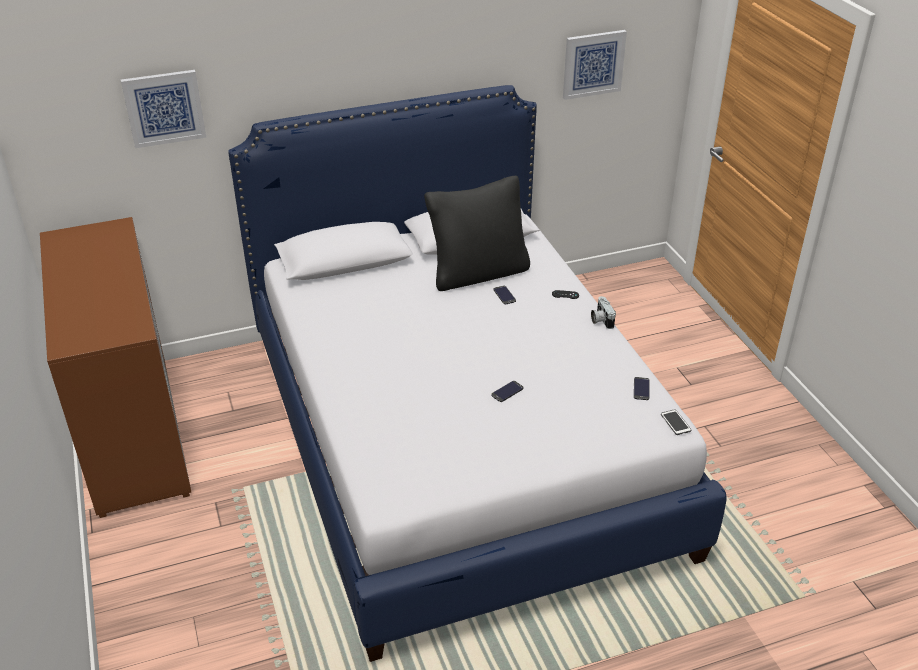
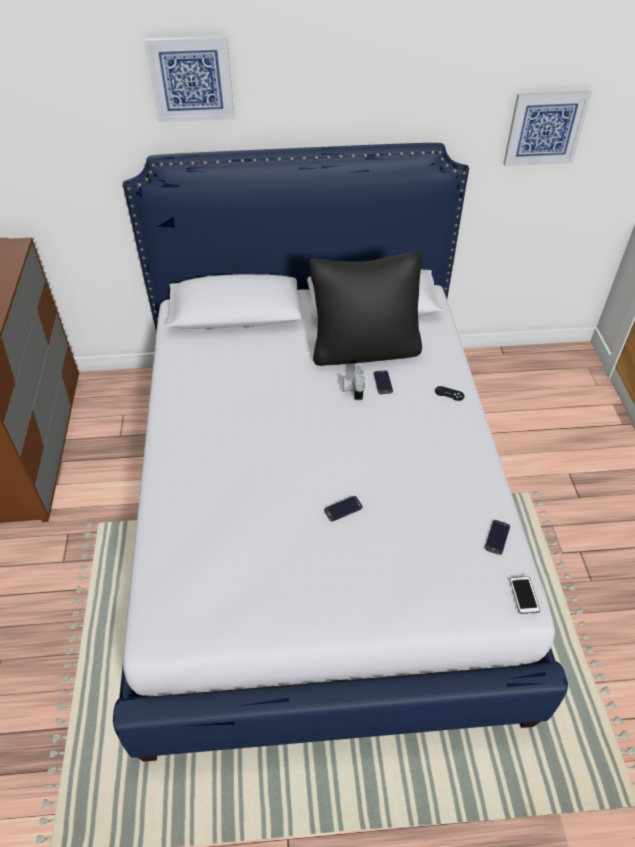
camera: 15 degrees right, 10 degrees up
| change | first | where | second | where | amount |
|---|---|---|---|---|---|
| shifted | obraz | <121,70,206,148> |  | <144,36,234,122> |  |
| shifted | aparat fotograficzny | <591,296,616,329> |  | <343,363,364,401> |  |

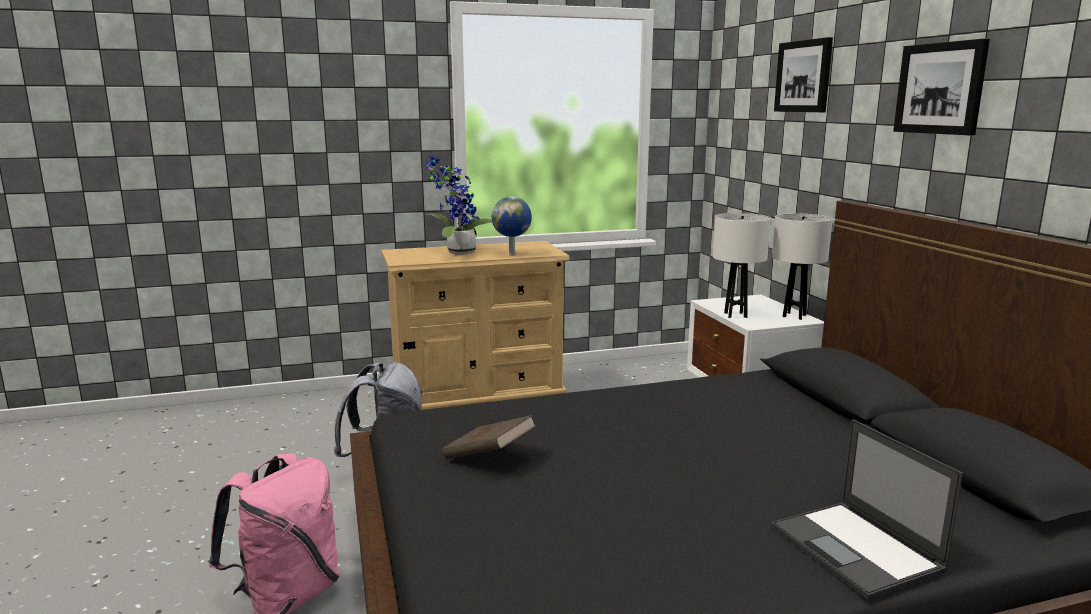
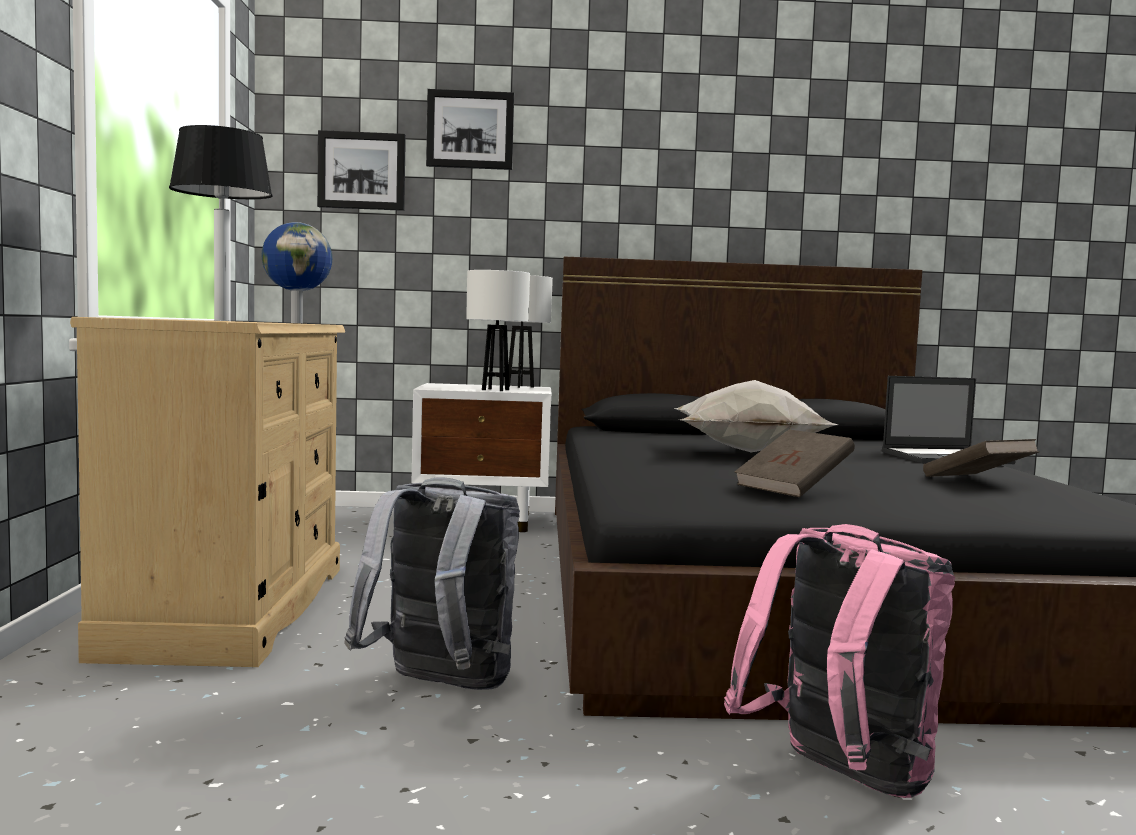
camera: 75 degrees left, 10 degrees down
| change | first | where | second | where | amount |
|---|---|---|---|---|---|
| shifted | obraz | <893,38,990,135> |  | <317,130,406,211> |  |
| swapped | roślina doniczkowa | <425,156,492,255> | lampa stołowa | <169,125,273,321> |  |
| new |  |  | poduszka/biały | <673,380,838,452> |  |
| new |  |  | książka/brązowy | <923,439,1040,477> |  |

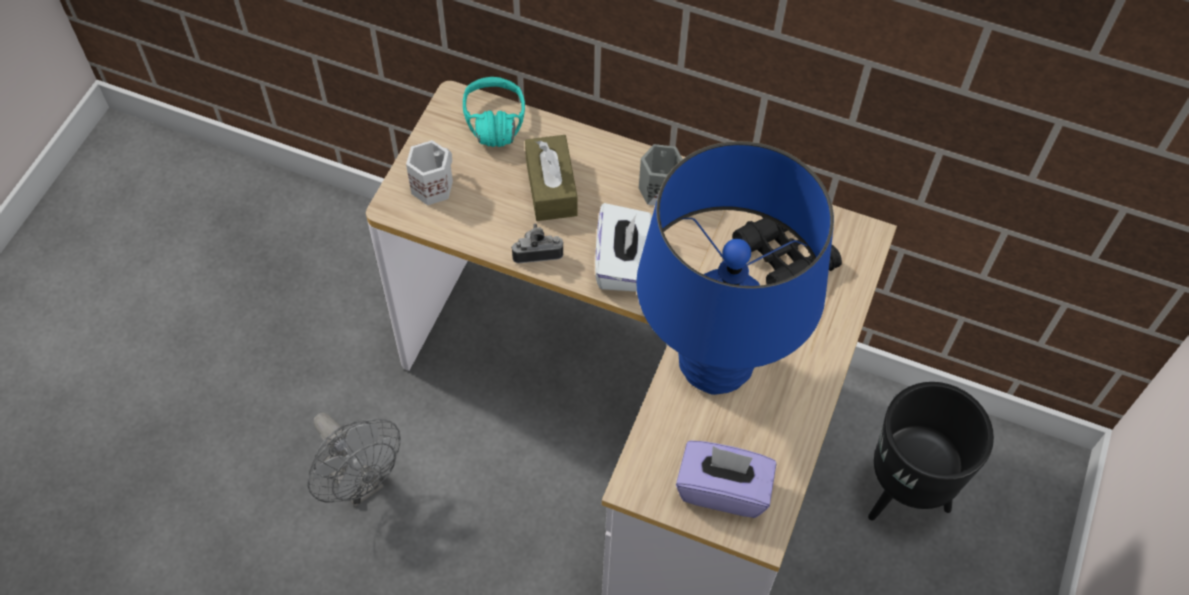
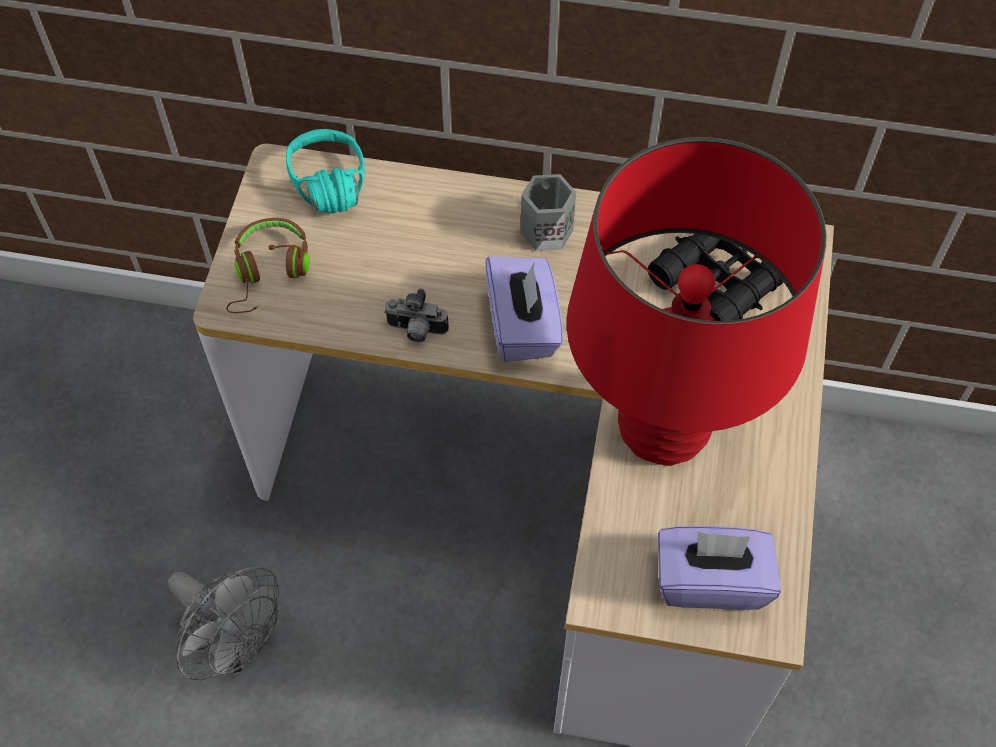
camera: 10 degrees left, 0 degrees up
| change | first | where | second | where | amount |
|---|---|---|---|---|---|
| gone | pudełko chusteczek/brązowy | <525,135,577,221> |  |  |  |
| swapped | kubek/biały | <406,140,453,205> | słuchawki/brązowy | <226,218,309,313> |  |
| repainted | lampa stołowa/niebieski | <636,141,834,395> | lampa stołowa/czerwony | <567,137,827,466> |  |
| repainted | pudełko chusteczek/biały | <595,203,652,292> | pudełko chusteczek/fioletowy | <485,256,563,362> |  |
| rotated | aparat fotograficzny | <511,224,563,263> |  | <384,289,449,342> | 150 degrees counterclockwise |
| gone | donica/czarny | <868,382,994,520> |  |  |  |

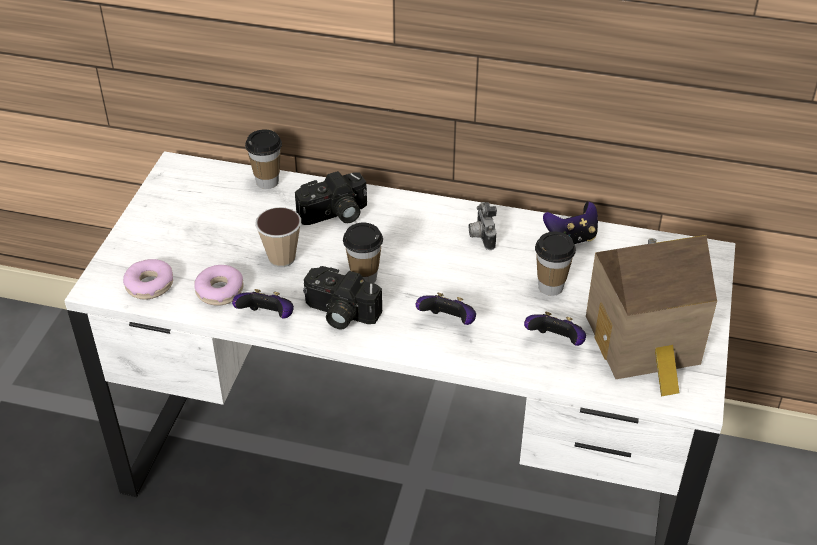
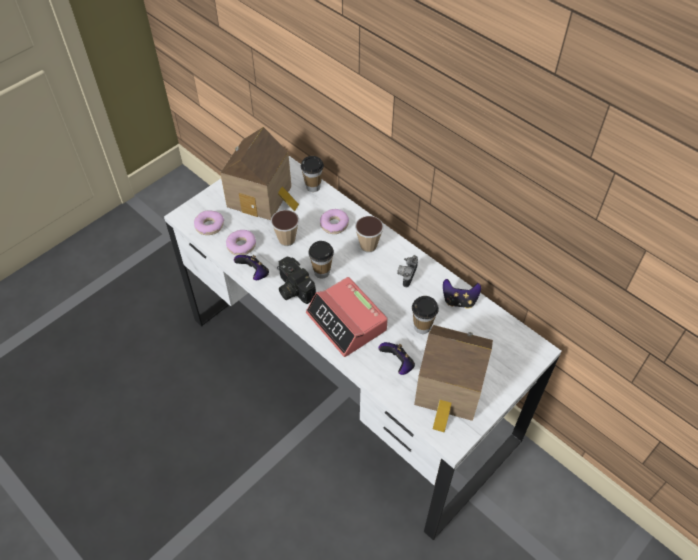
camera: 30 degrees right, 10 degrees up
| change | first | where | second | where | amount |
|---|---|---|---|---|---|
| swapped | aparat fotograficzny | <295,171,367,225> | donut | <320,209,349,234> |  |
| swapped | pad do gier | <416,293,476,325> | budzik | <306,277,388,357> |  |
| new |  |  | domek | <220,127,299,220> |  |
| new |  |  | filiżanka | <355,216,384,253> |  |

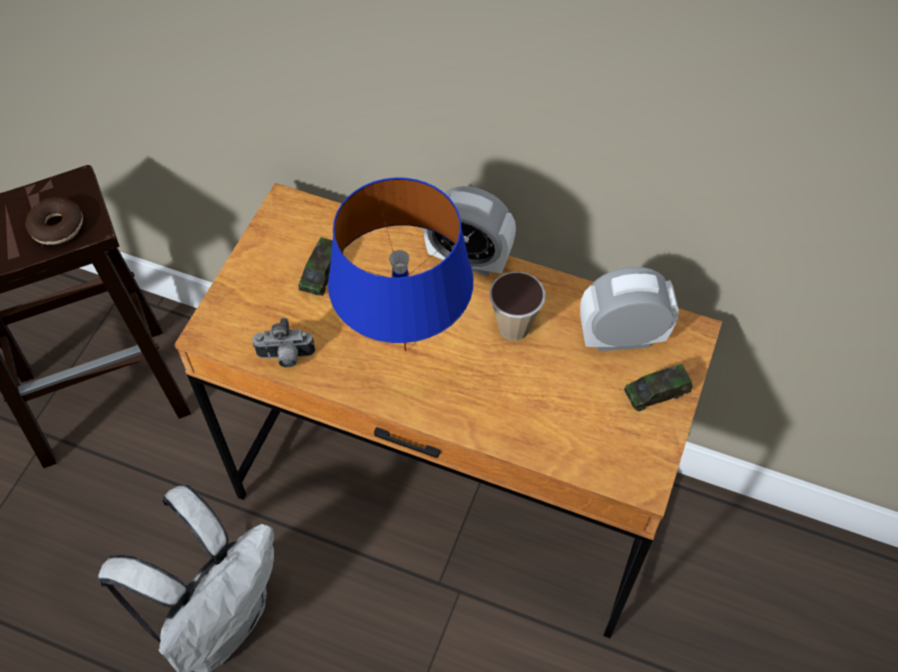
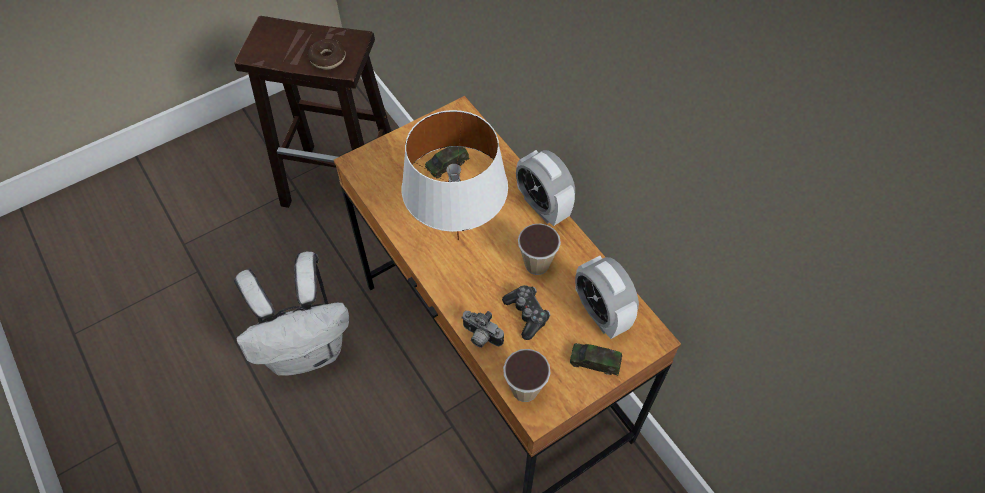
camera: 35 degrees right, 0 degrees up
| change | first | where | second | where | amount |
|---|---|---|---|---|---|
| repainted | lampa stołowa/niebieski | <328,177,473,352> | lampa stołowa/biały | <402,110,508,240> |  |
| rotated | budzik | <580,267,679,351> |  | <575,256,639,339> | 150 degrees counterclockwise |
| shifted | aparat fotograficzny | <253,318,315,368> |  | <461,311,504,348> |  |
| new |  |  | pad do gier | <502,285,550,340> |  |
| new |  |  | filiżanka | <503,349,551,402> |  |

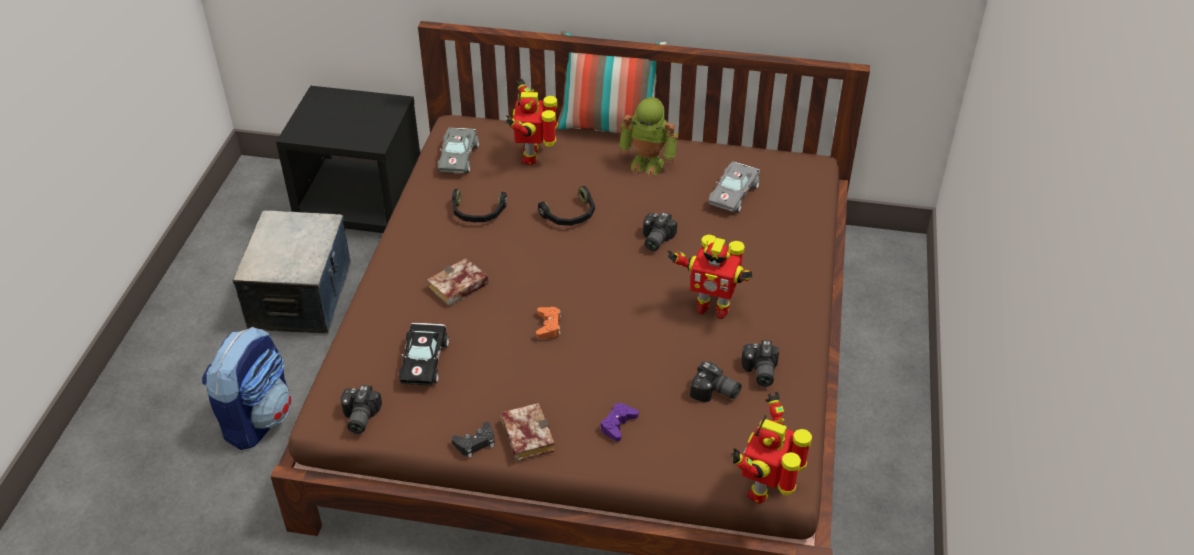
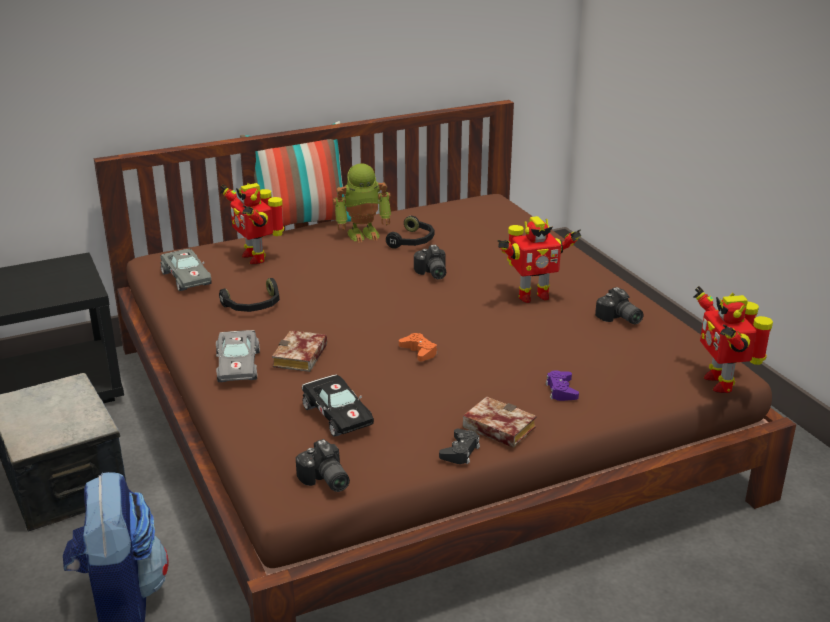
camera: 35 degrees left, 15 degrees down
| change | first | where | second | where | amount |
|---|---|---|---|---|---|
| shifted | samochodzik/szary | <709,161,760,213> |  | <216,330,260,382> |  |
| shifted | słuchawki/czarny | <538,186,595,226> |  | <386,216,434,249> |  |
| gone | aparat fotograficzny | <690,362,742,402> |  |  |  |

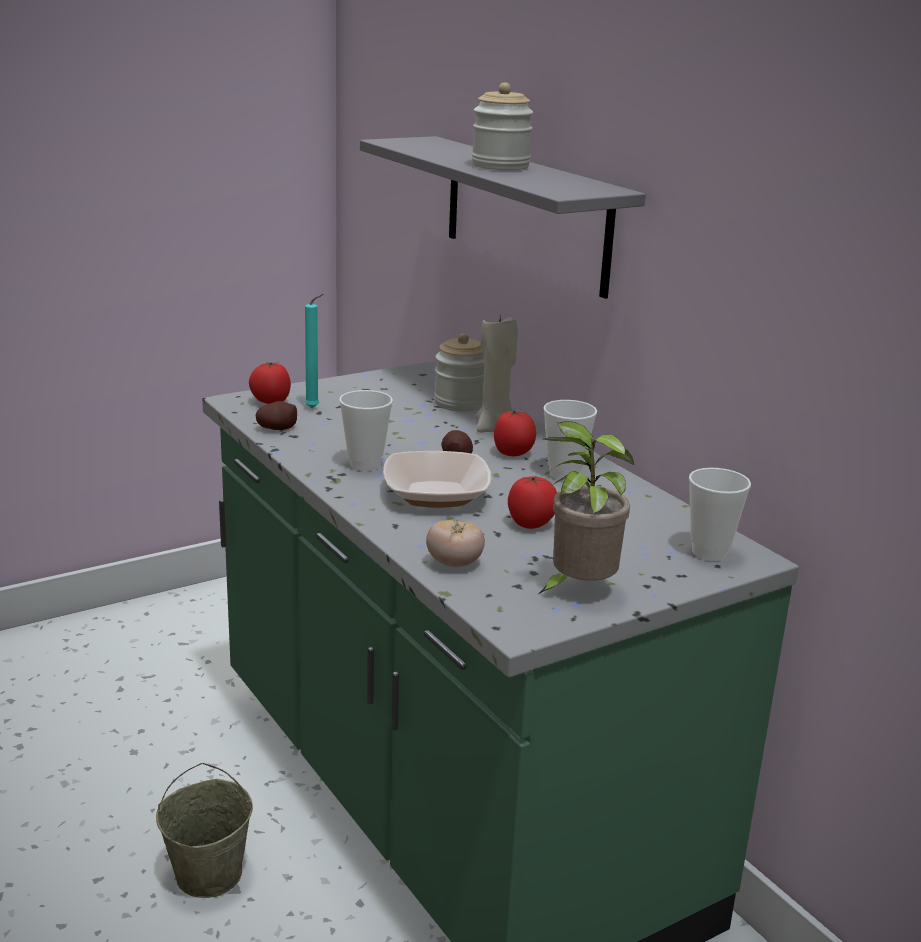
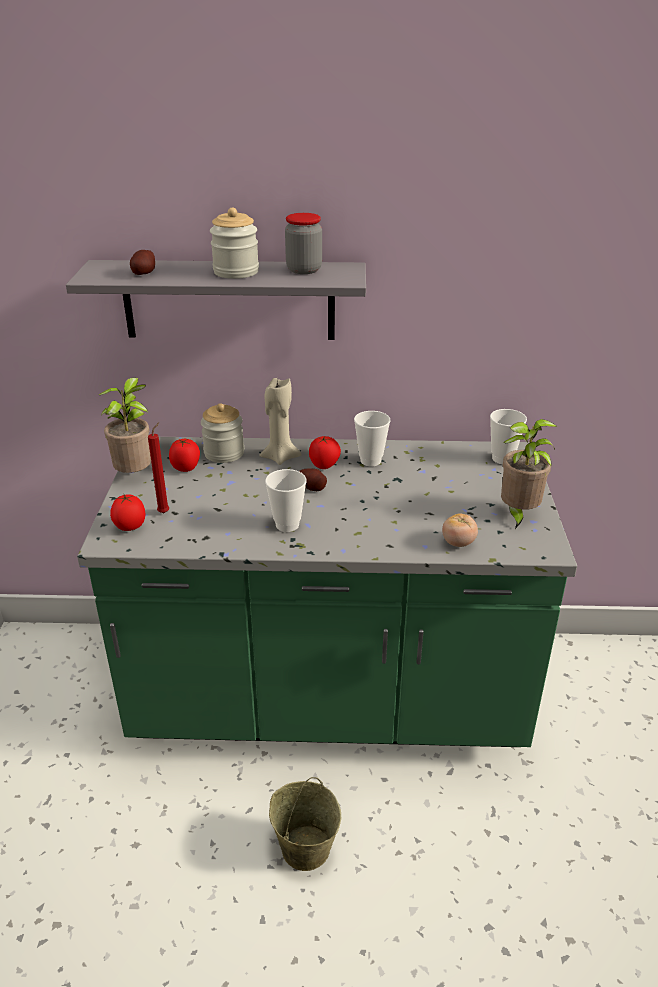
camera: 55 degrees left, 10 degrees up
| change | first | where | second | where | amount |
|---|---|---|---|---|---|
| repainted | świeca/turkusowy | <305,294,324,408> | świeca/czerwony | <148,422,169,513> |  |
| shifted | ziemniak | <256,401,297,430> |  | <130,250,155,275> |  |
| gone | miska | <383,451,491,508> |  |  |  |
| shifted | pomidor | <508,475,557,529> |  | <169,439,200,472> |  |
| new |  |  | słoik | <285,213,322,274> |  |
| new |  |  | roślina doniczkowa | <99,377,151,473> |  |

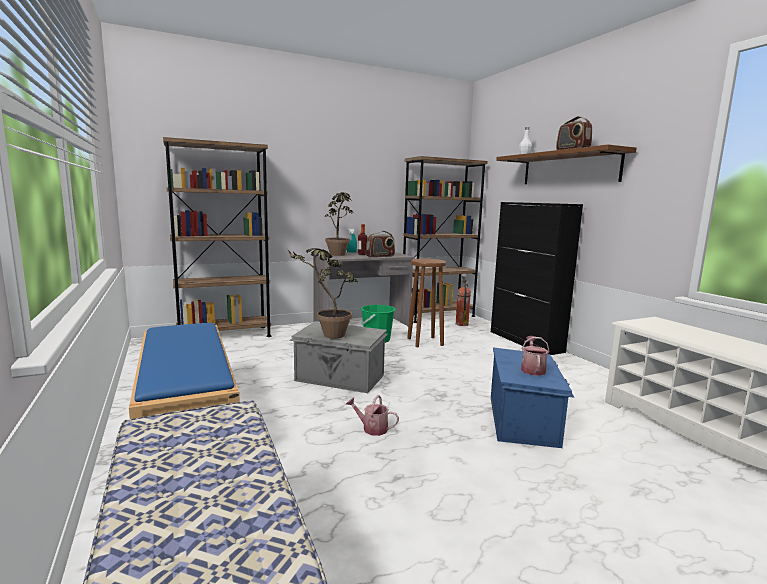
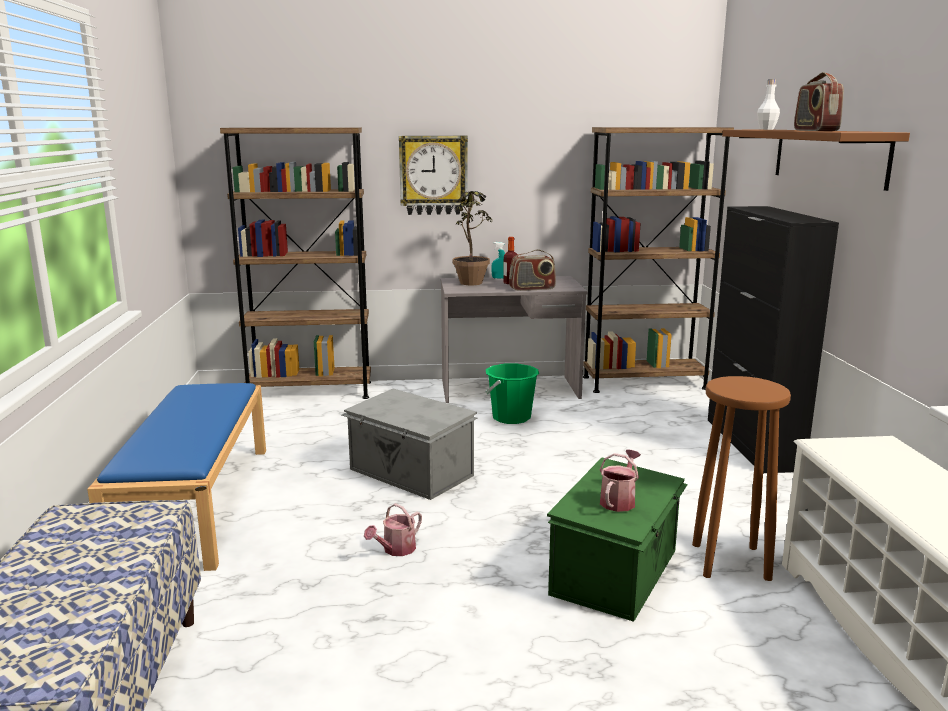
camera: 20 degrees right, 5 degrees up
| change | first | where | second | where | amount |
|---|---|---|---|---|---|
| gone | roślina doniczkowa | <286,248,358,339> |  |  |  |
| shifted | stołek/brązowy | <407,258,446,347> |  | <692,376,791,581> |  |
| gone | gaśnica | <456,276,471,326> |  |  |  |
| repainted | pojemnik do przechowywania/niebieski | <491,347,574,448> | pojemnik do przechowywania/zielony | <547,458,688,622> |  |
| rotated | konewka | <346,395,399,436> |  | <364,503,422,556> | 90 degrees counterclockwise |
| new |  |  | zegar ścienny | <399,136,468,215> |  |

